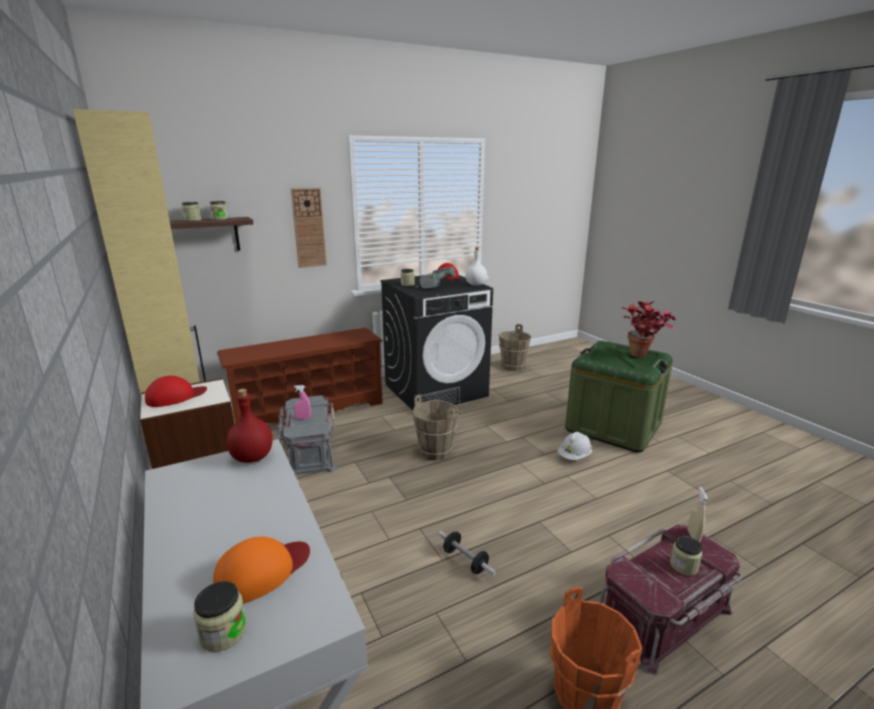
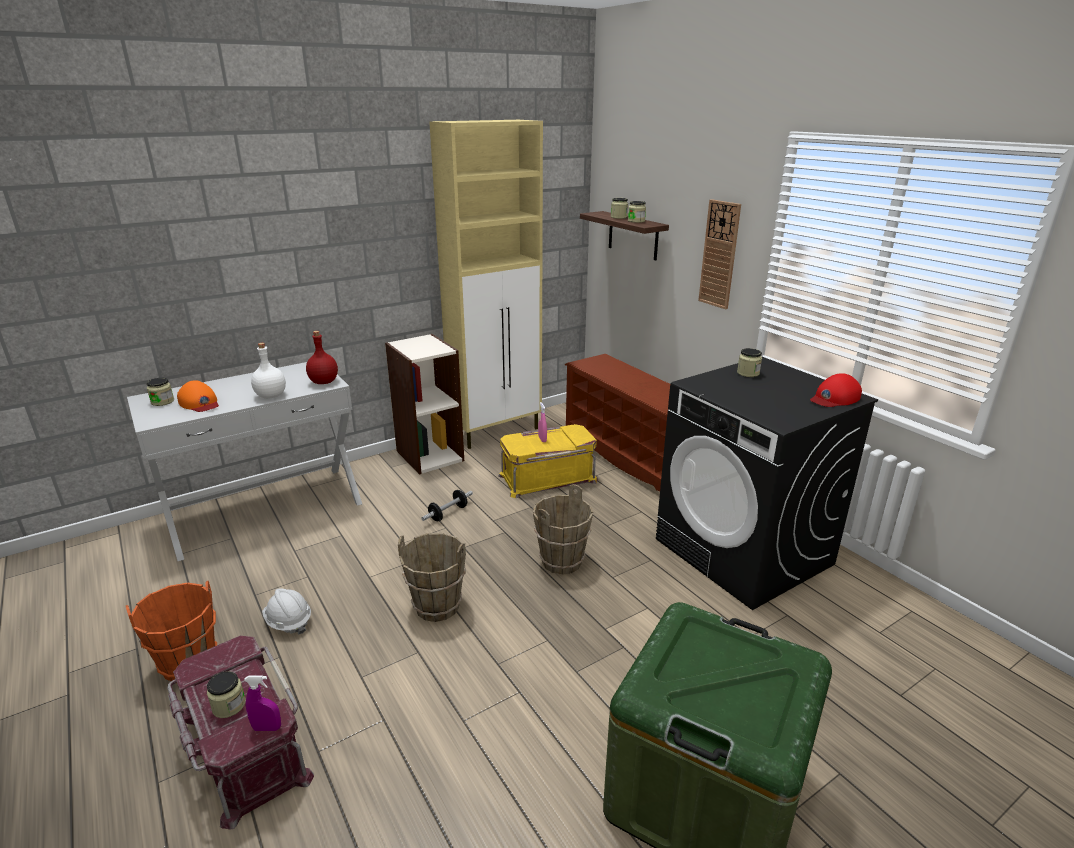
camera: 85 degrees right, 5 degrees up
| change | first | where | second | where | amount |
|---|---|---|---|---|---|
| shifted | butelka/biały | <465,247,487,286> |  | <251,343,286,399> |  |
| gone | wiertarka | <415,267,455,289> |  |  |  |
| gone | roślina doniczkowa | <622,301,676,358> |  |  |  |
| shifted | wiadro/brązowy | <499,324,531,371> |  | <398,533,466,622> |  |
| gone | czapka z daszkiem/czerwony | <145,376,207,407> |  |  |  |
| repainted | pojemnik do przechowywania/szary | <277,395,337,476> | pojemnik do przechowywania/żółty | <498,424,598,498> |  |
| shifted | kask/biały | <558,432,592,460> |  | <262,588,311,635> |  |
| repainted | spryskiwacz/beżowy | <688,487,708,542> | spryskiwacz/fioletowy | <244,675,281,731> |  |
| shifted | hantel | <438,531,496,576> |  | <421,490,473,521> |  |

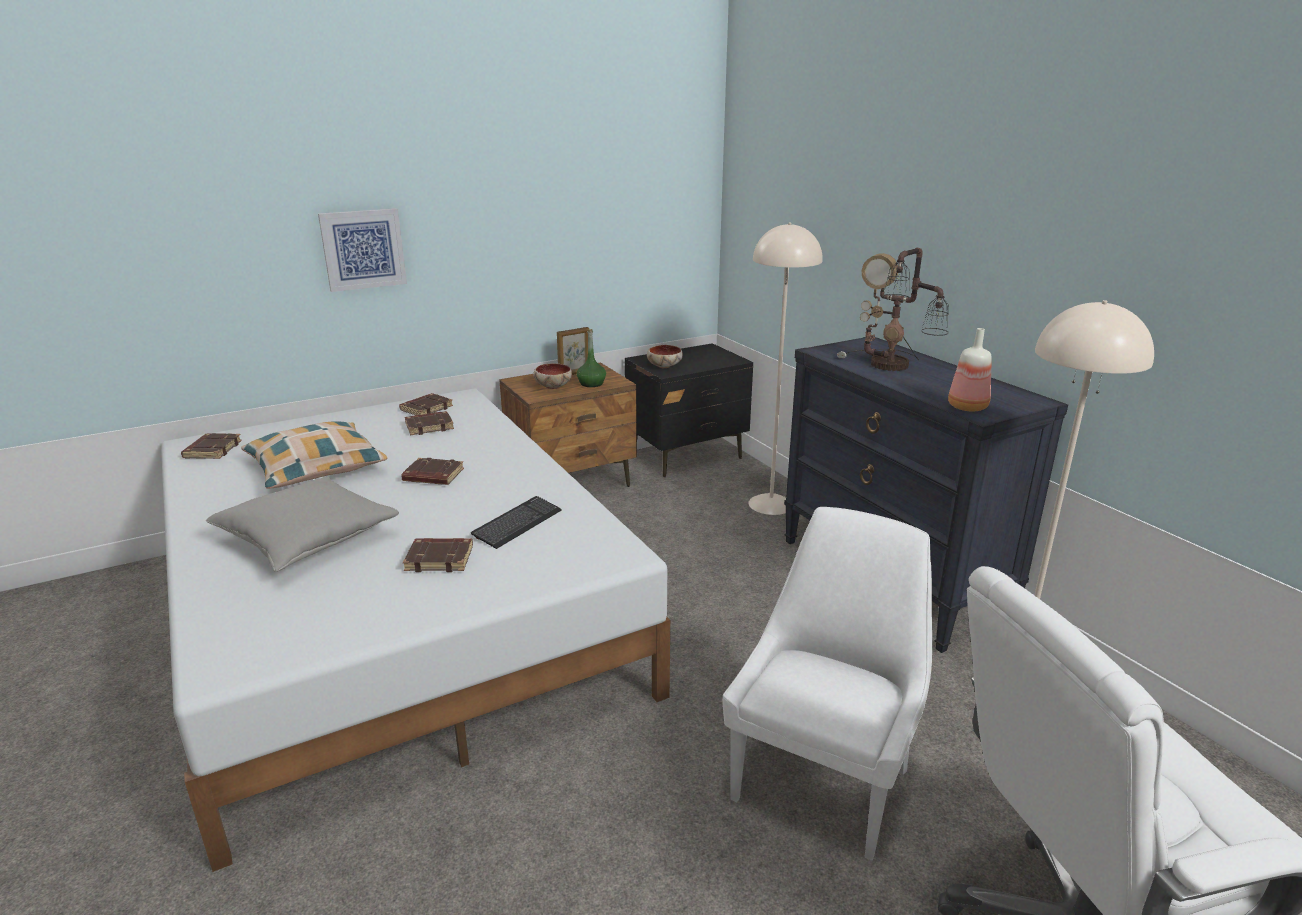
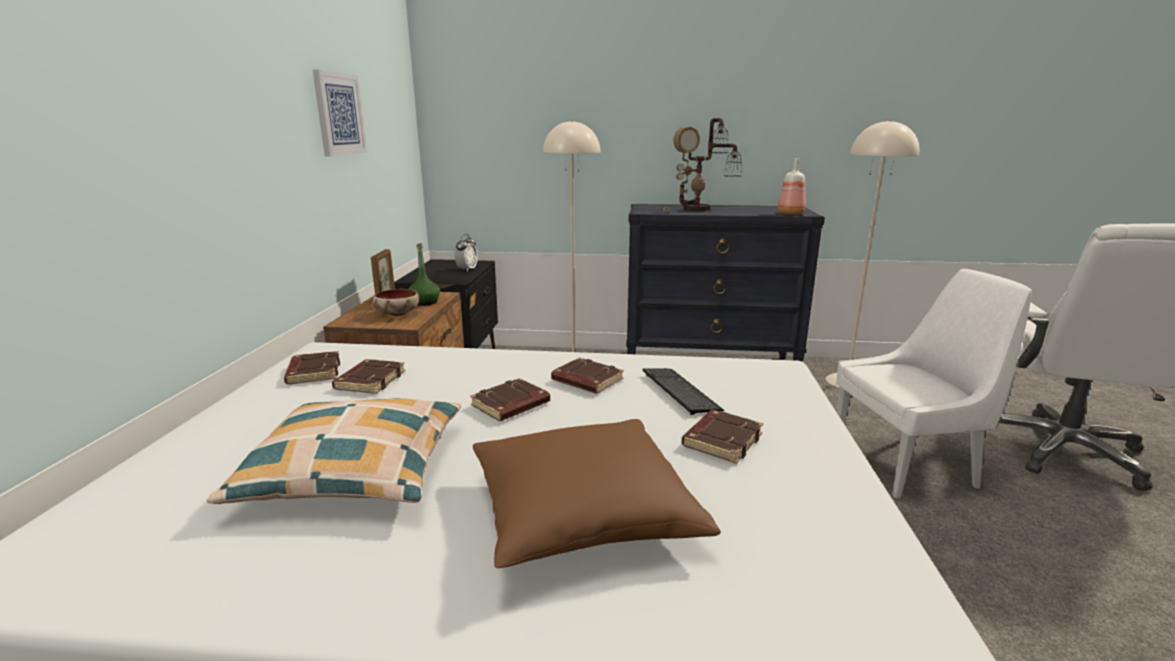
camera: 55 degrees left, 5 degrees down
| change | first | where | second | where | amount |
|---|---|---|---|---|---|
| shifted | obraz | <318,208,407,292> |  | <312,69,367,157> |  |
| gone | miska | <647,345,683,368> |  |  |  |
| shifted | książka/brązowy | <181,433,242,459> |  | <551,358,624,394> |  |
| repainted | poduszka/szary | <206,477,399,572> | poduszka/brązowy | <473,419,721,568> |  |
| rotated | krzesło/biały | <723,507,932,861> |  | <837,269,1032,498> | 105 degrees clockwise |
| new |  |  | budzik | <454,234,478,272> |  |

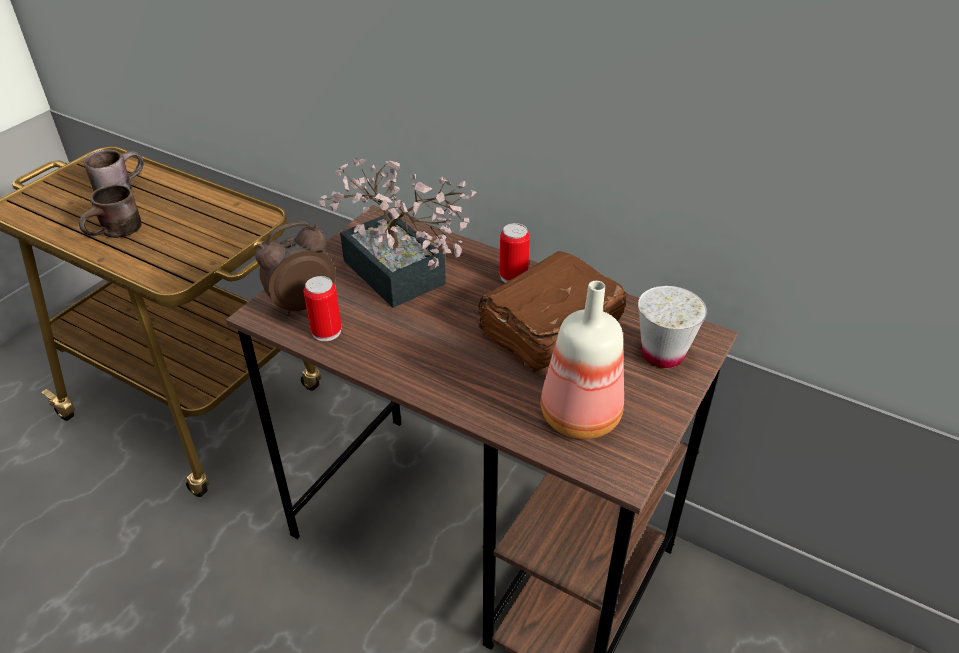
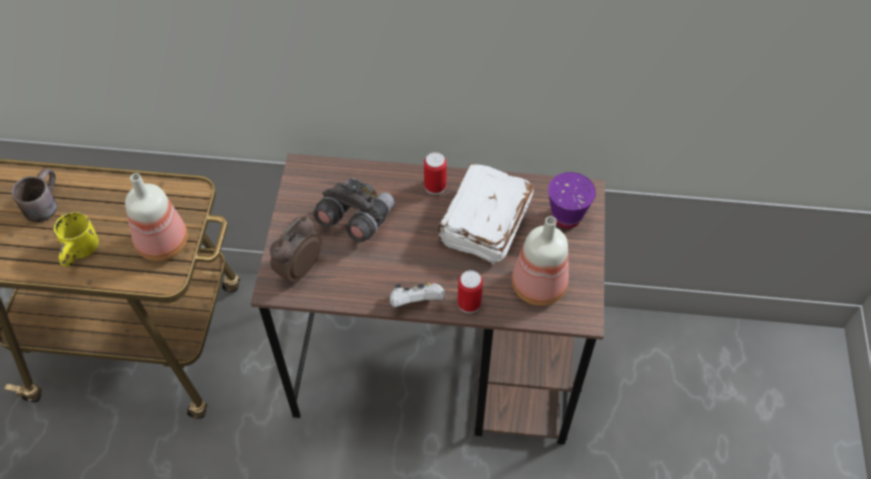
camera: 25 degrees left, 15 degrees up
| change | first | where | second | where | amount |
|---|---|---|---|---|---|
| swapped | roślina doniczkowa | <317,158,477,308> | lornetka/szary | <313,178,395,242> |  |
| repainted | kubek/brązowy | <79,185,142,238> | kubek/żółty | <53,212,99,266> |  |
| repainted | książka/brązowy | <477,251,627,373> | książka/biały | <437,163,534,264> |  |
| shifted | puszka | <303,276,342,341> |  | <457,270,483,313> |  |
| repainted | filiżanka/biały | <638,286,707,368> | filiżanka/fioletowy | <548,172,596,229> |  |
| new |  |  | butelka | <125,173,188,261> |  |
| new |  |  | pad do gier/biały | <390,282,445,307> |  |

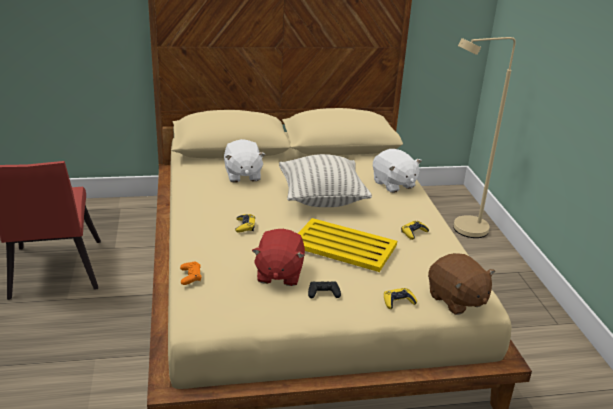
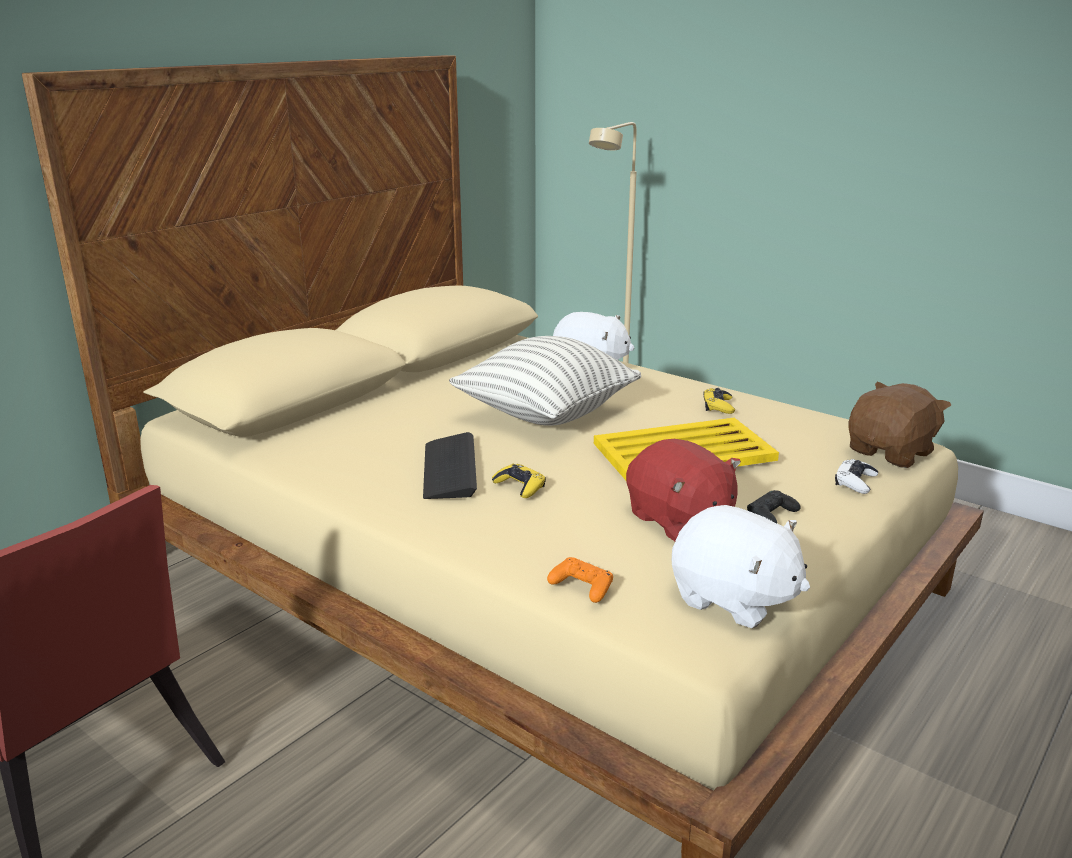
camera: 40 degrees left, 5 degrees down
| change | first | where | second | where | amount |
|---|---|---|---|---|---|
| shifted | pluszak/biały | <224,139,266,183> |  | <672,505,810,628> |  |
| rotated | pluszak/brązowy | <428,253,495,315> |  | <849,382,951,468> | 60 degrees counterclockwise |
| repainted | pad do gier/żółty | <384,288,417,309> | pad do gier/biały | <835,459,878,494> |  |
| new |  |  | klawiatura | <423,432,477,499> |  |

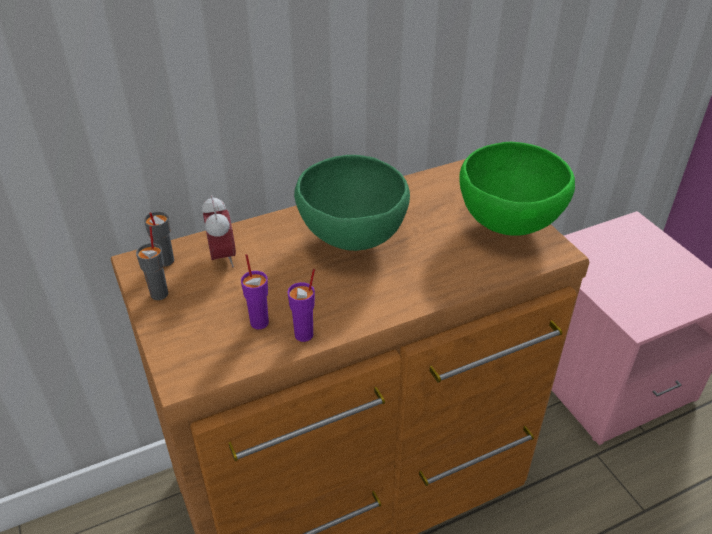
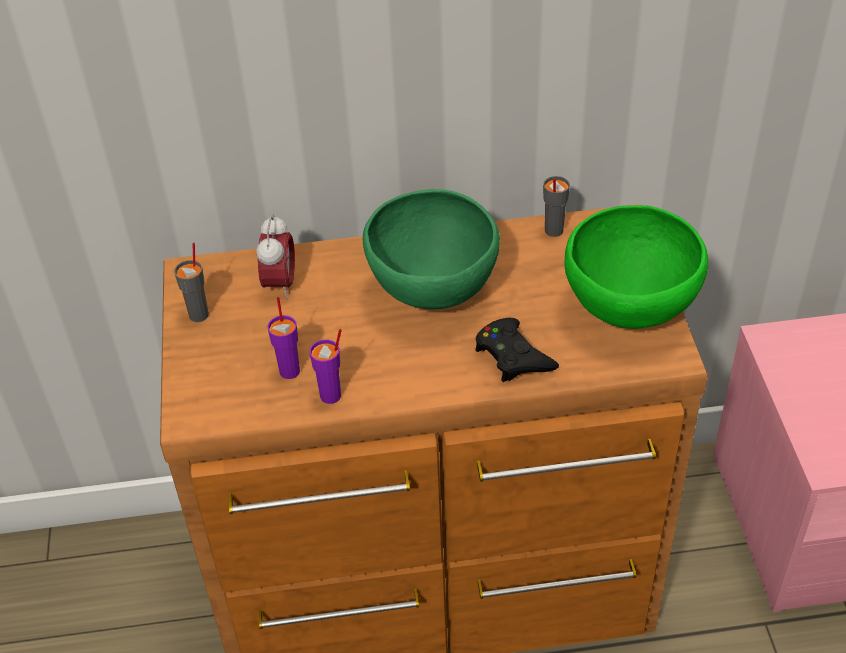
camera: 20 degrees right, 5 degrees up
| change | first | where | second | where | amount |
|---|---|---|---|---|---|
| shifted | filiżanka/szary | <144,211,174,267> |  | <543,176,570,237> |  |
| new |  |  | pad do gier/czarny | <475,317,559,382> |  |

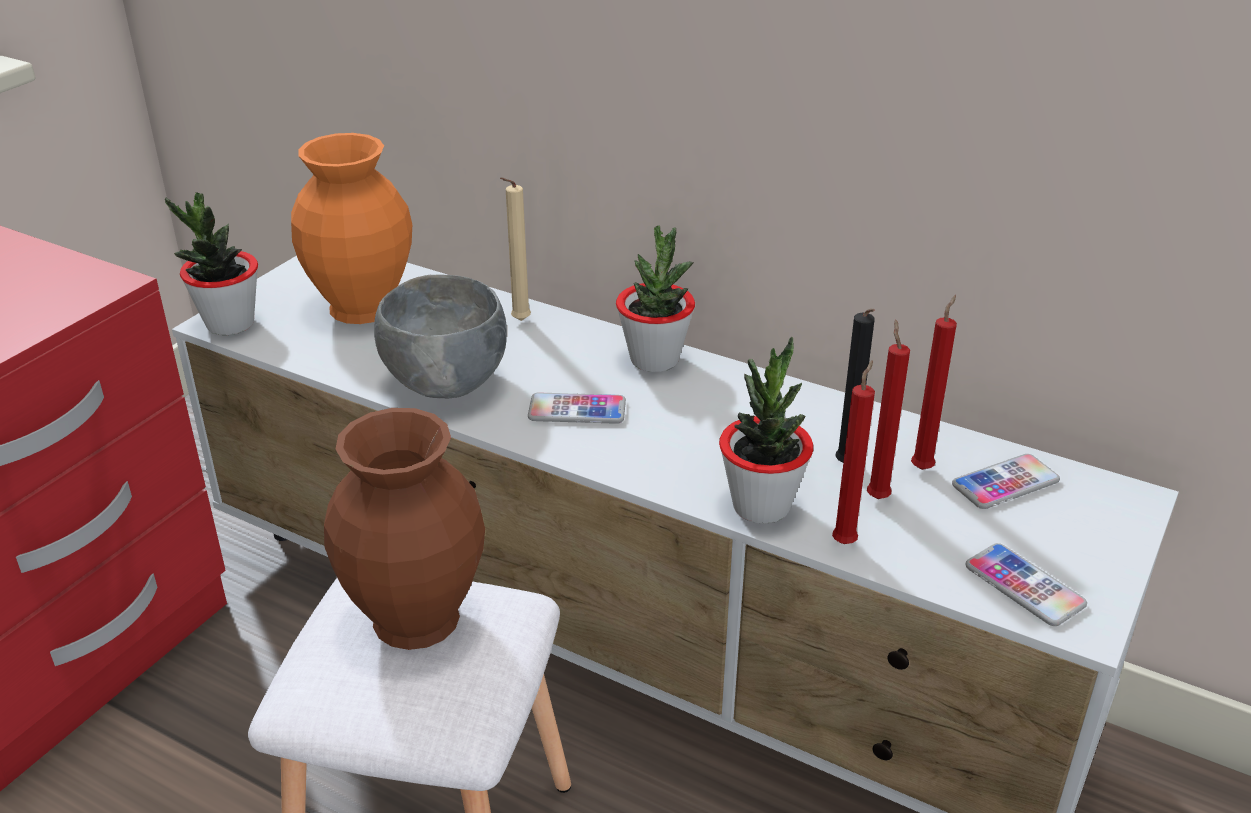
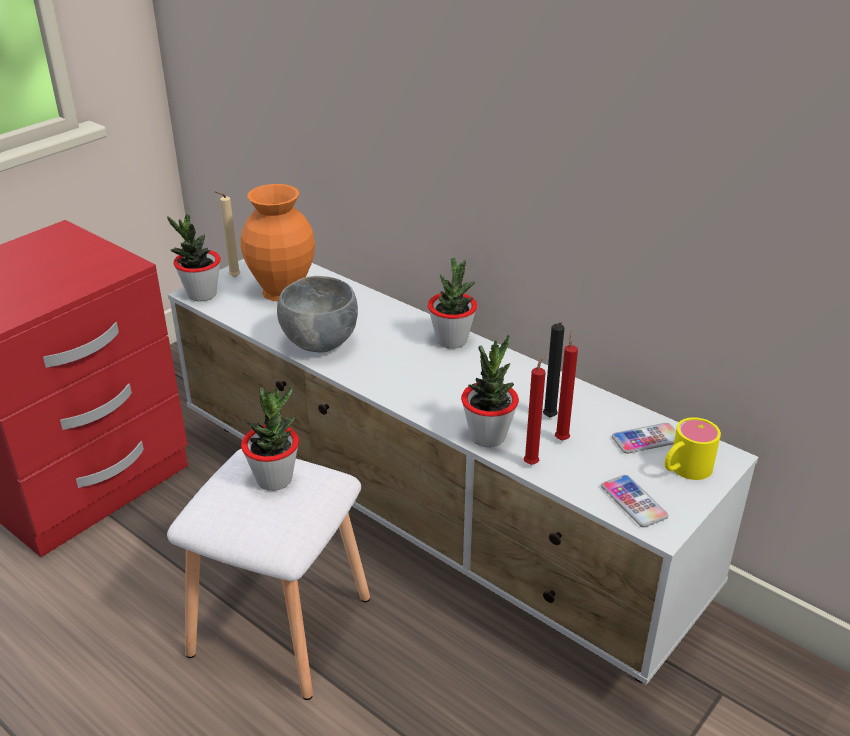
camera: 10 degrees right, 0 degrees up
| change | first | where | second | where | amount |
|---|---|---|---|---|---|
| shifted | świeca/beżowy | <500,177,531,321> |  | <215,191,241,277> |  |
| gone | świeca/czerwony | <911,295,957,470> |  |  |  |
| gone | telefon | <528,392,626,424> |  |  |  |
| swapped | wazon/brązowy | <324,408,485,650> | roślina doniczkowa | <241,386,299,491> |  |
| new |  |  | kubek/żółty | <665,417,721,480> |  |

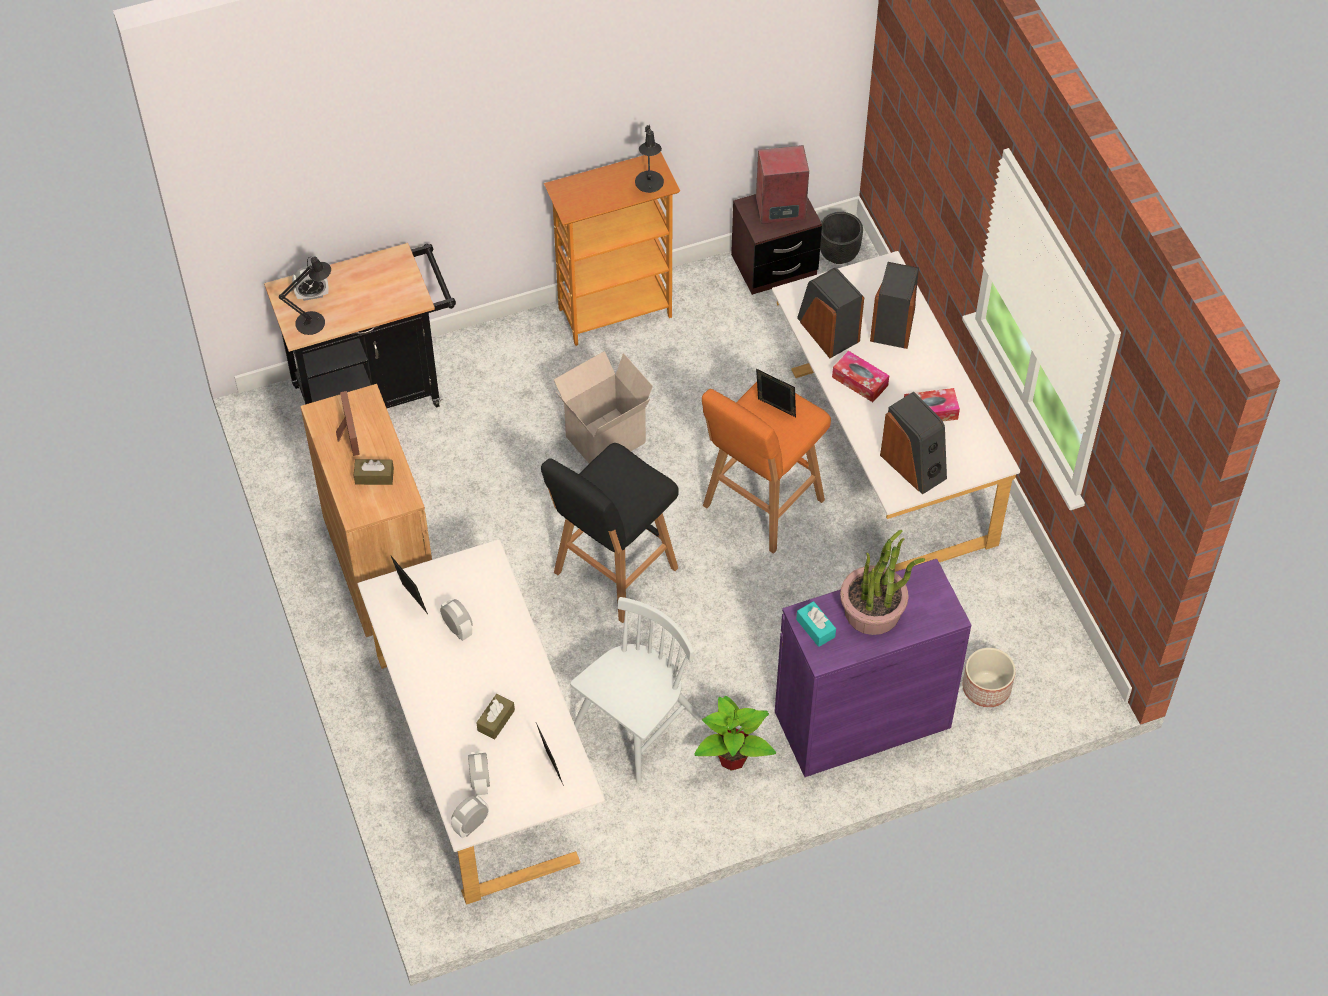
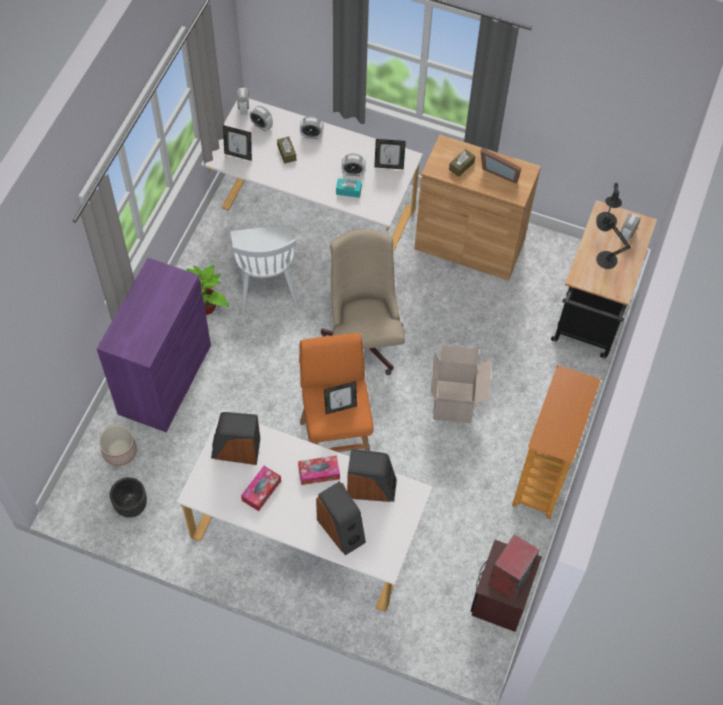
camera: 130 degrees right, 5 degrees up
| change | first | where | second | where | amount |
|---|---|---|---|---|---|
| shifted | lampa stołowa/czarny | <635,125,664,193> |  | <596,214,631,269> |  |
| shifted | donica/czarny | <820,212,863,264> |  | <110,477,147,518> |  |
| swapped | stołek/czarny | <541,443,679,623> | krzesło biurowe/beżowy | <321,229,405,375> |  |
| gone | roślina doniczkowa | <840,530,925,635> |  |  |  |
| shifted | pudełko chusteczek/turkusowy | <796,601,836,647> |  | <336,178,362,198> |  |
| new |  |  | budzik | <300,116,324,139> |  |

